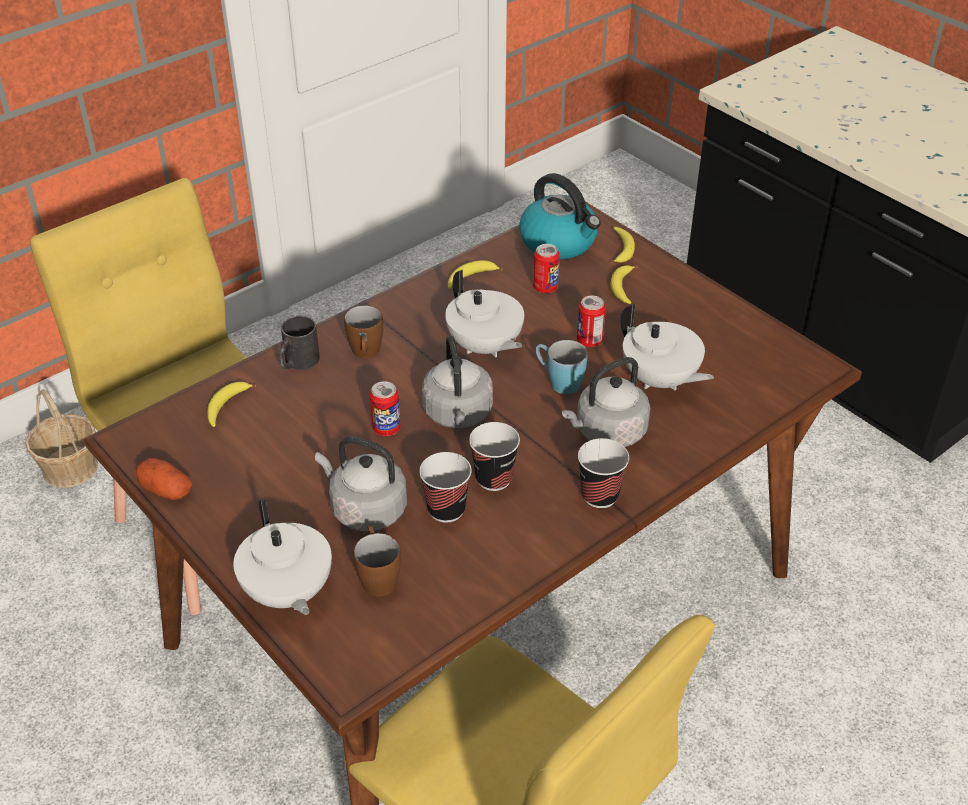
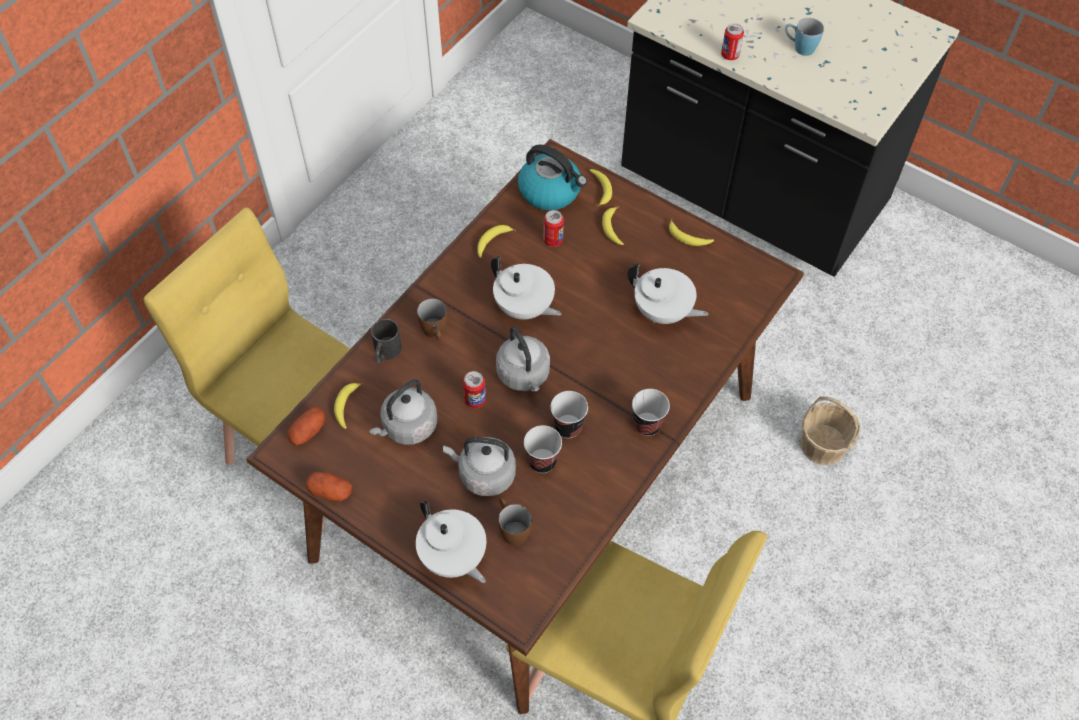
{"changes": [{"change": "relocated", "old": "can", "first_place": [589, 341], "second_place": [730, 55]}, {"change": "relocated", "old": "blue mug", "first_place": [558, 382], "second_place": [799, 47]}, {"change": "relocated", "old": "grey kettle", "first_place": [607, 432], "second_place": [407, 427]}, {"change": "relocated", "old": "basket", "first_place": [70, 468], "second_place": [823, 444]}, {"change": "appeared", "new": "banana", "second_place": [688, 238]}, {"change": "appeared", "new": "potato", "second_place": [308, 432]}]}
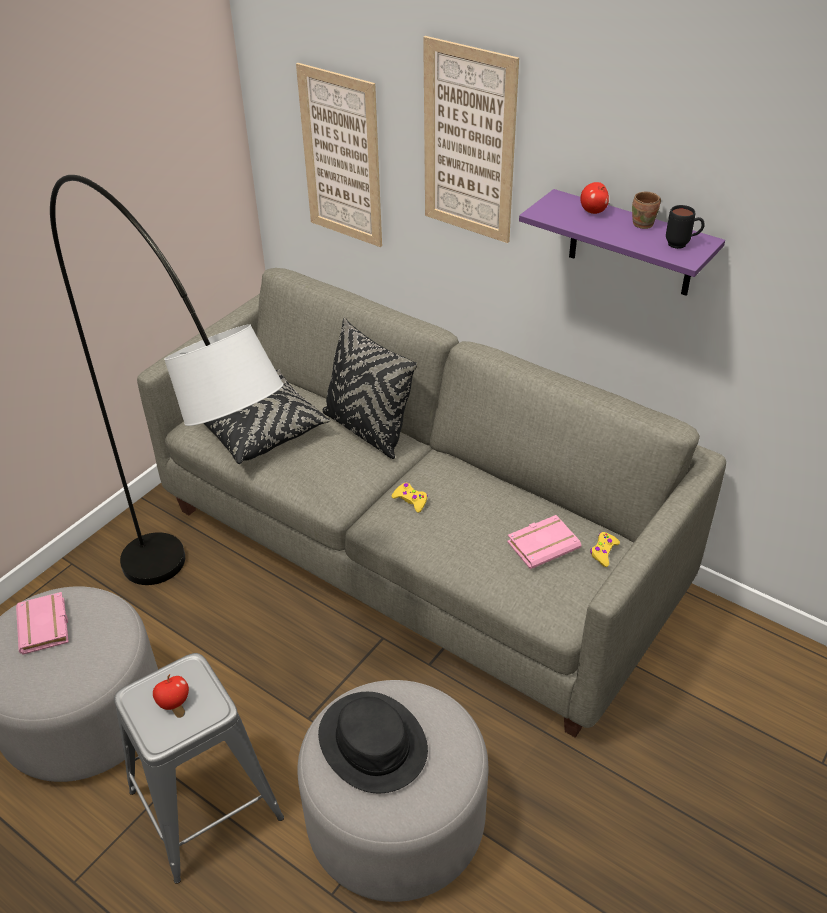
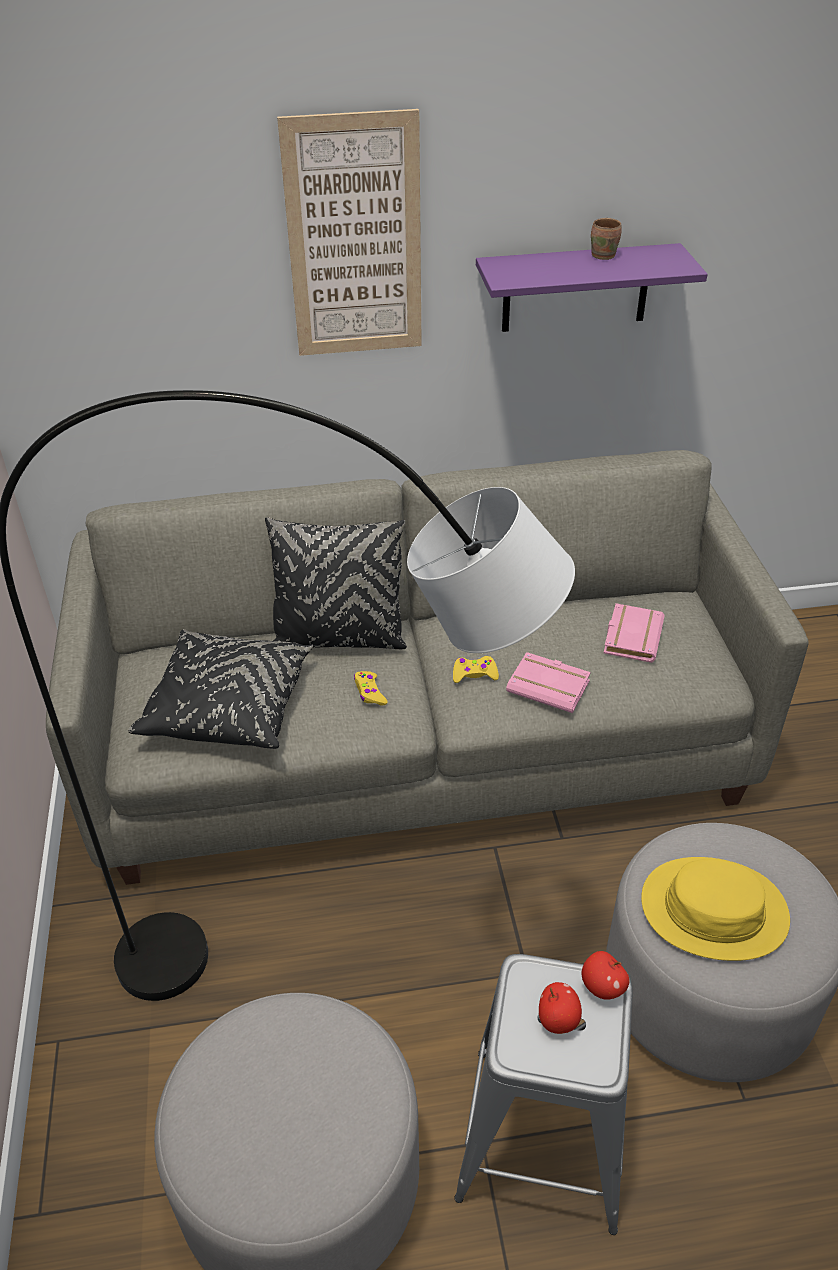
{"changes": [{"change": "missing", "old": "picture", "first_place": [341, 157]}, {"change": "relocated", "old": "apple", "first_place": [593, 211], "second_place": [602, 987]}, {"change": "missing", "old": "black mug", "first_place": [682, 245]}, {"change": "relocated", "old": "yellow game controller", "first_place": [603, 552], "second_place": [369, 692]}, {"change": "relocated", "old": "pink book", "first_place": [46, 627], "second_place": [550, 686]}, {"change": "colour", "old": "black hat", "new": "yellow hat", "first_place": [373, 742], "second_place": [713, 909]}]}
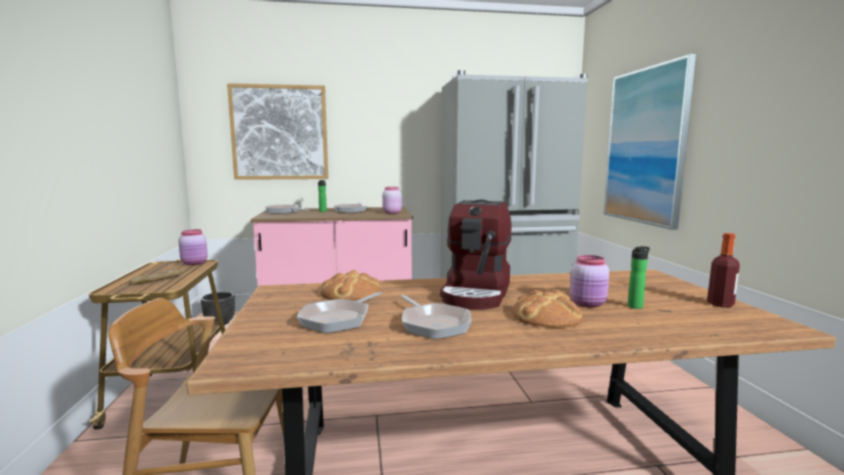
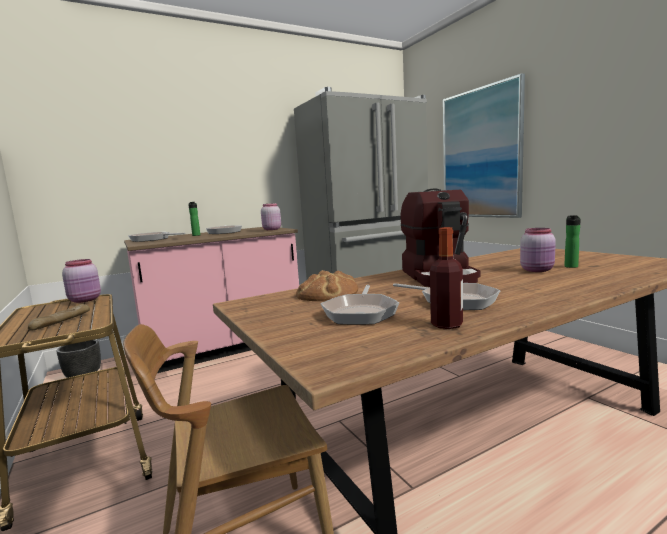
{"changes": [{"change": "missing", "old": "picture", "first_place": [280, 133]}, {"change": "relocated", "old": "bottle", "first_place": [720, 304], "second_place": [446, 325]}, {"change": "missing", "old": "bread", "first_place": [547, 316]}]}
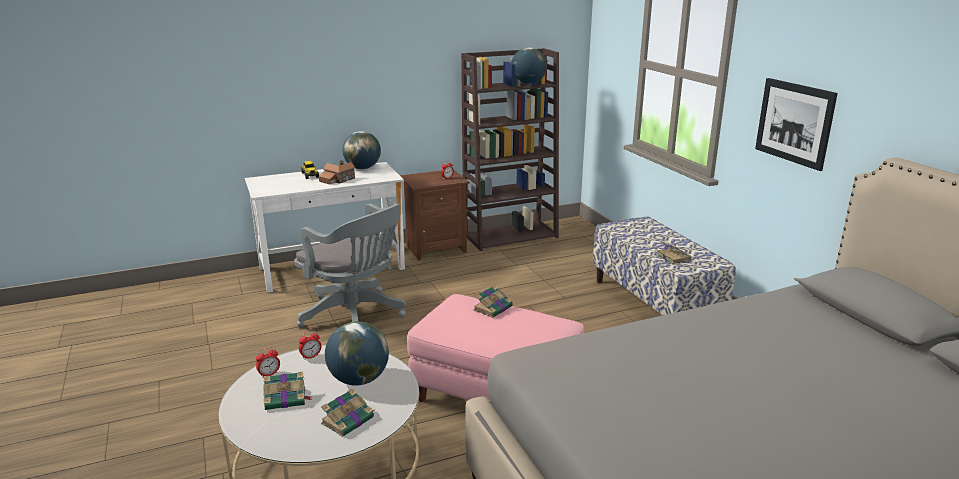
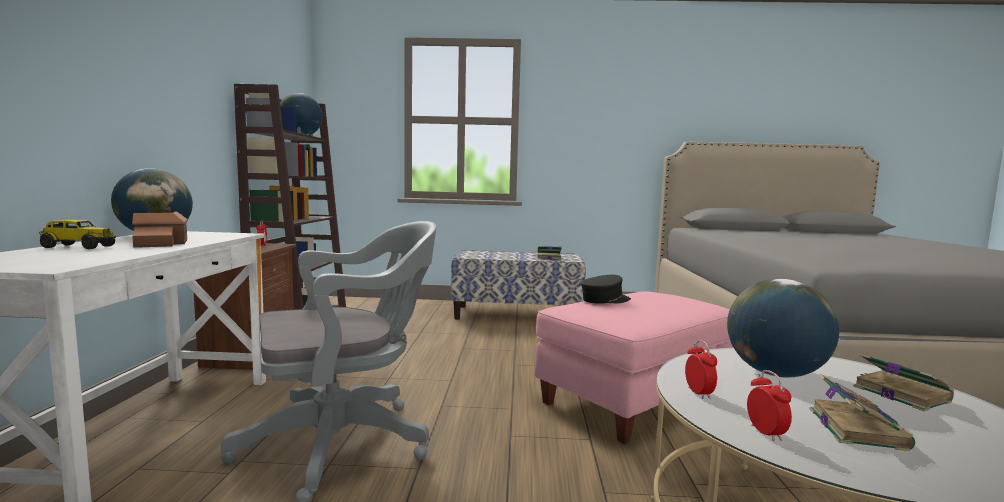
{"changes": [{"change": "missing", "old": "picture", "first_place": [794, 122]}, {"change": "exchanged", "old": "book", "new": "black cap", "first_place": [493, 308], "second_place": [605, 300]}]}
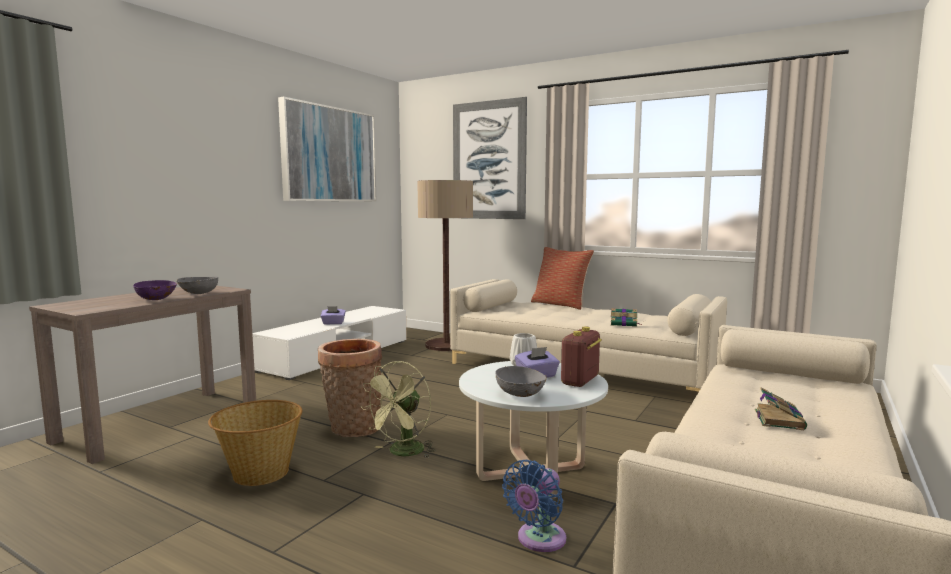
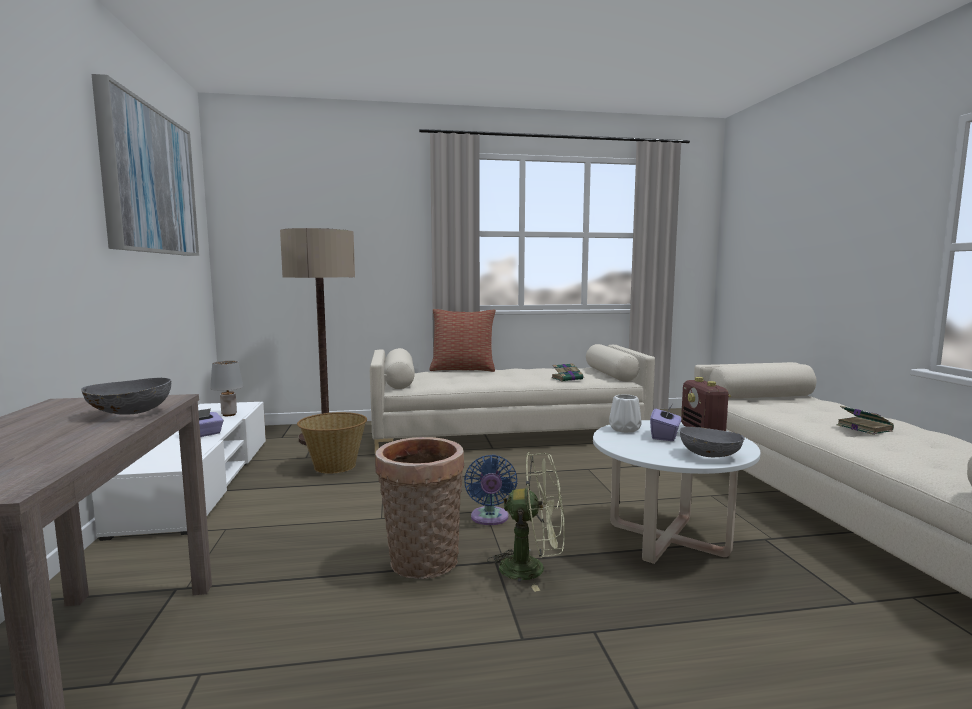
{"changes": [{"change": "missing", "old": "picture", "first_place": [489, 160]}, {"change": "missing", "old": "purple bowl", "first_place": [156, 300]}, {"change": "spun", "old": "green fan", "first_place": [402, 453], "second_place": [532, 568], "degrees": -75}, {"change": "relocated", "old": "basket", "first_place": [260, 473], "second_place": [334, 466]}, {"change": "relocated", "old": "blue fan", "first_place": [538, 540], "second_place": [489, 518]}, {"change": "appeared", "new": "grey table lamp", "second_place": [229, 414]}]}
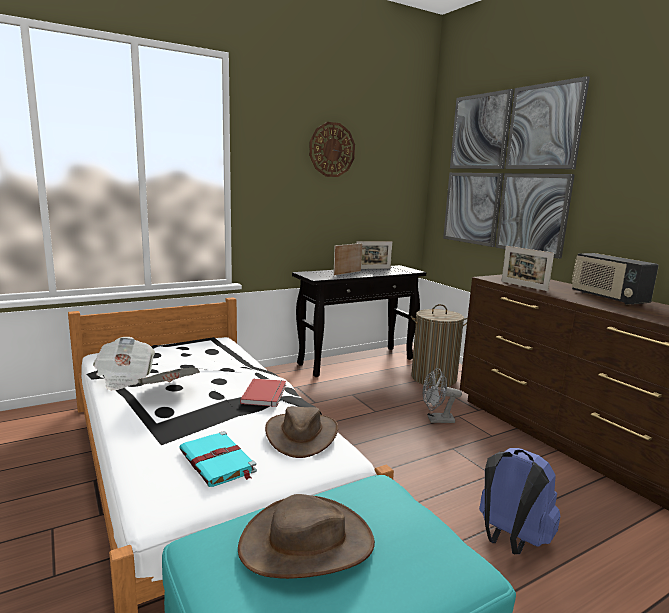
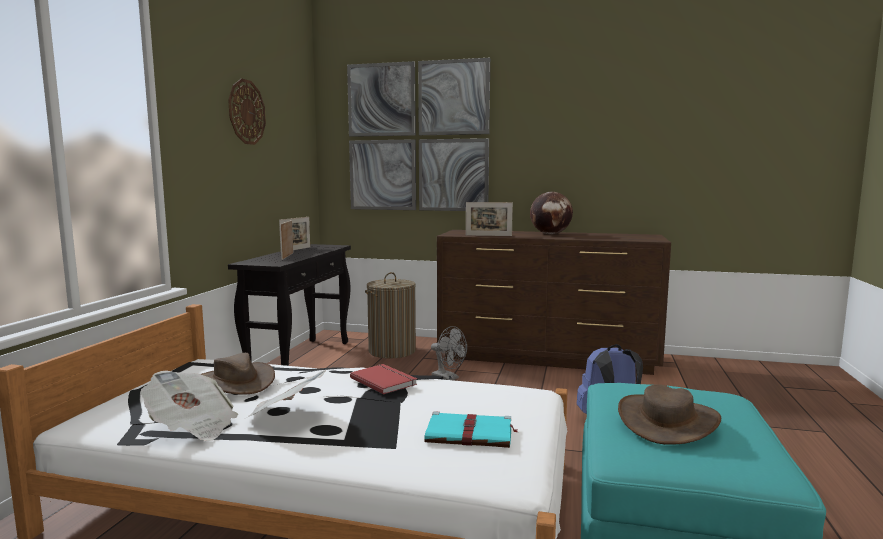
{"changes": [{"change": "exchanged", "old": "radio", "new": "globe", "first_place": [607, 298], "second_place": [550, 234]}, {"change": "spun", "old": "grey fan", "first_place": [436, 420], "second_place": [448, 378], "degrees": -90}, {"change": "relocated", "old": "brown hat", "first_place": [301, 434], "second_place": [235, 381]}]}
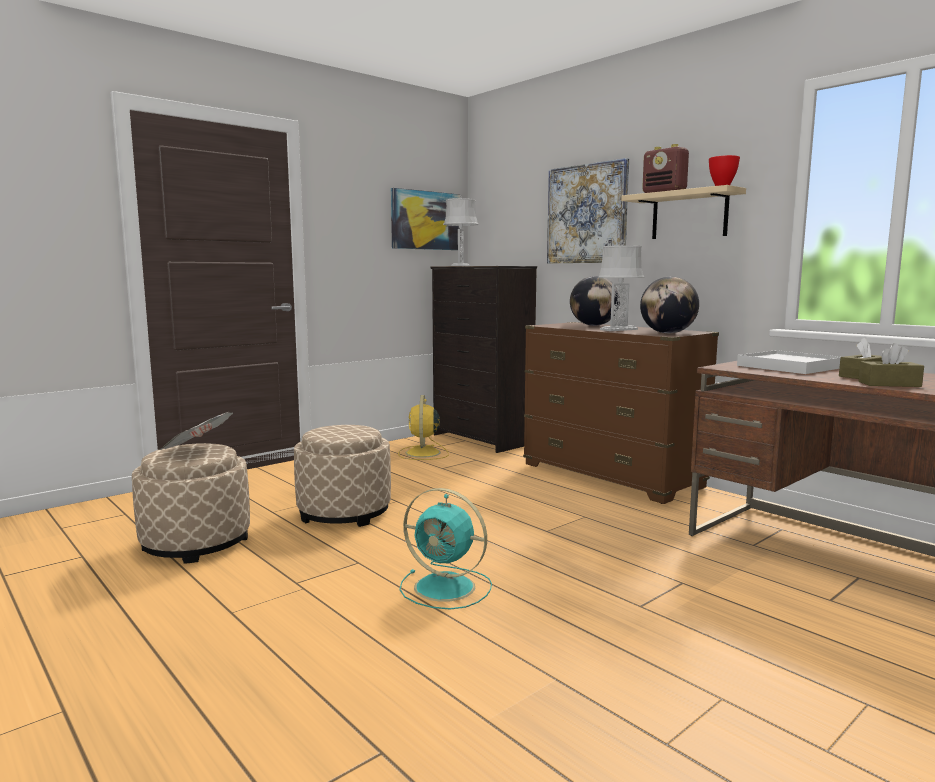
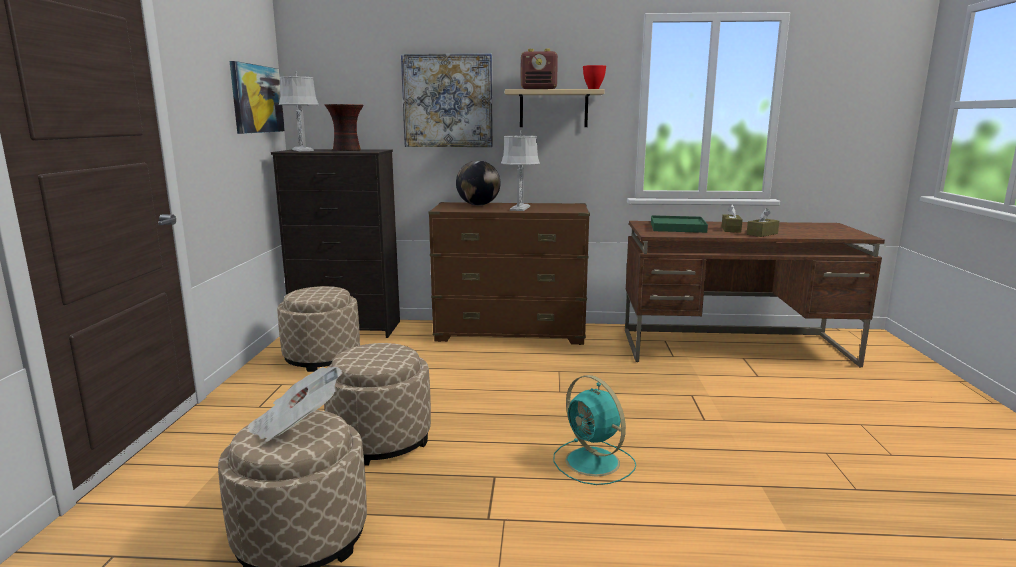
{"changes": [{"change": "missing", "old": "globe", "first_place": [667, 333]}, {"change": "colour", "old": "white tray", "new": "green tray", "first_place": [789, 366], "second_place": [677, 227]}, {"change": "exchanged", "old": "yellow fan", "new": "beige ottoman", "first_place": [423, 453], "second_place": [322, 357]}, {"change": "spun", "old": "turquoise fan", "first_place": [447, 588], "second_place": [594, 463], "degrees": 75}, {"change": "appeared", "new": "vase", "second_place": [347, 150]}]}
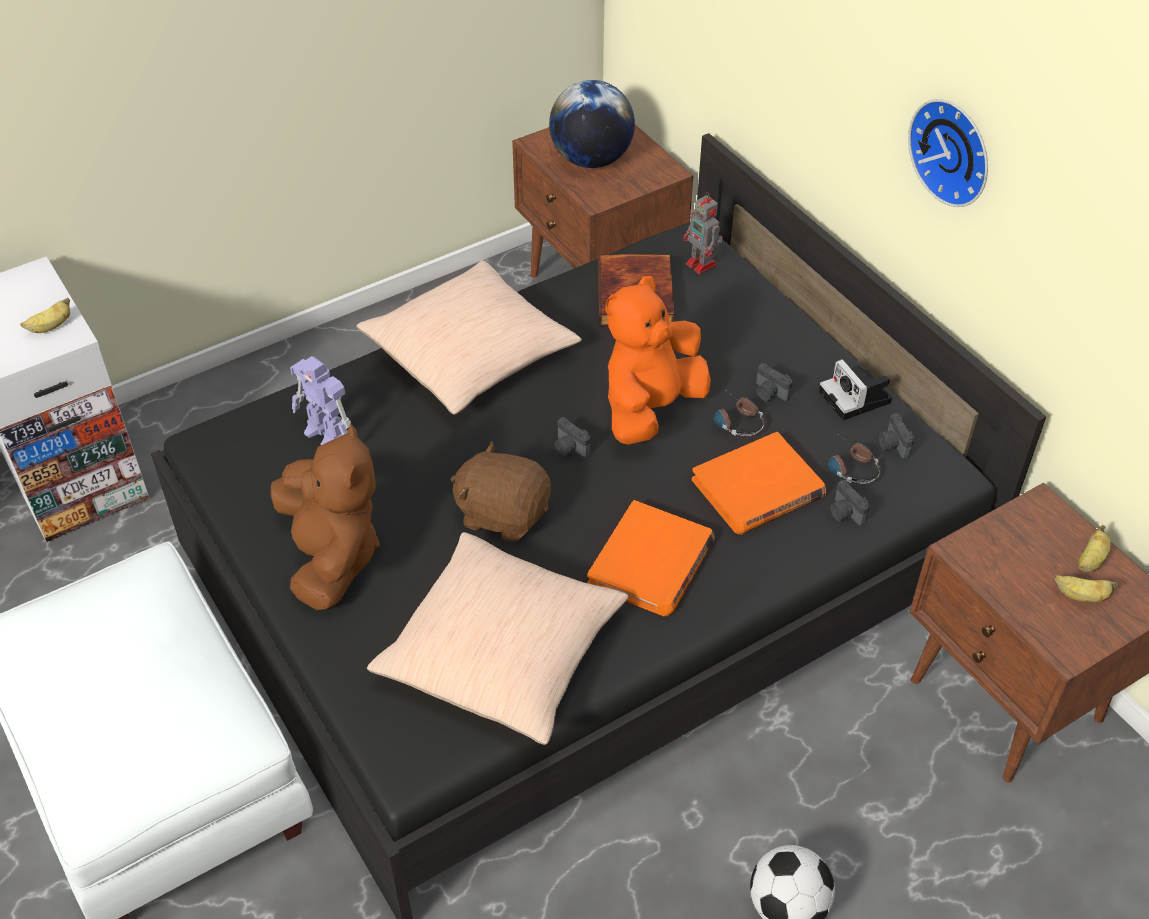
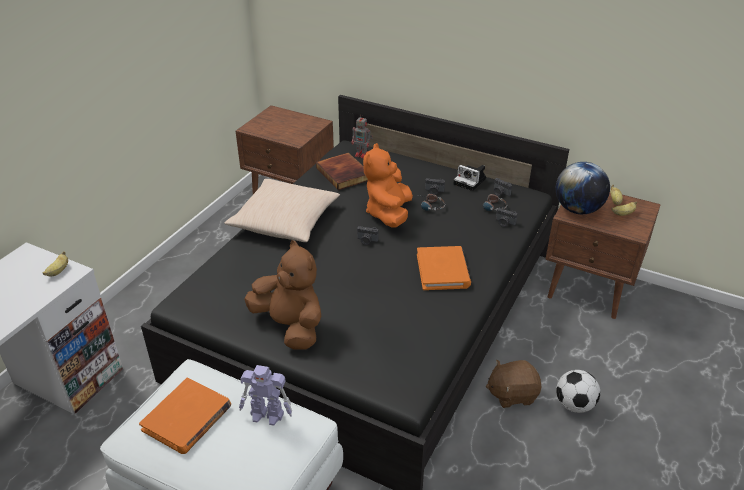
{"changes": [{"change": "relocated", "old": "globe", "first_place": [591, 160], "second_place": [577, 209]}, {"change": "missing", "old": "wall clock", "first_place": [954, 150]}, {"change": "relocated", "old": "toy robot", "first_place": [327, 434], "second_place": [267, 415]}, {"change": "relocated", "old": "orange book", "first_place": [758, 489], "second_place": [187, 418]}, {"change": "relocated", "old": "brown plush toy", "first_place": [503, 513], "second_place": [512, 394]}, {"change": "missing", "old": "beige pillow", "first_place": [502, 651]}]}
